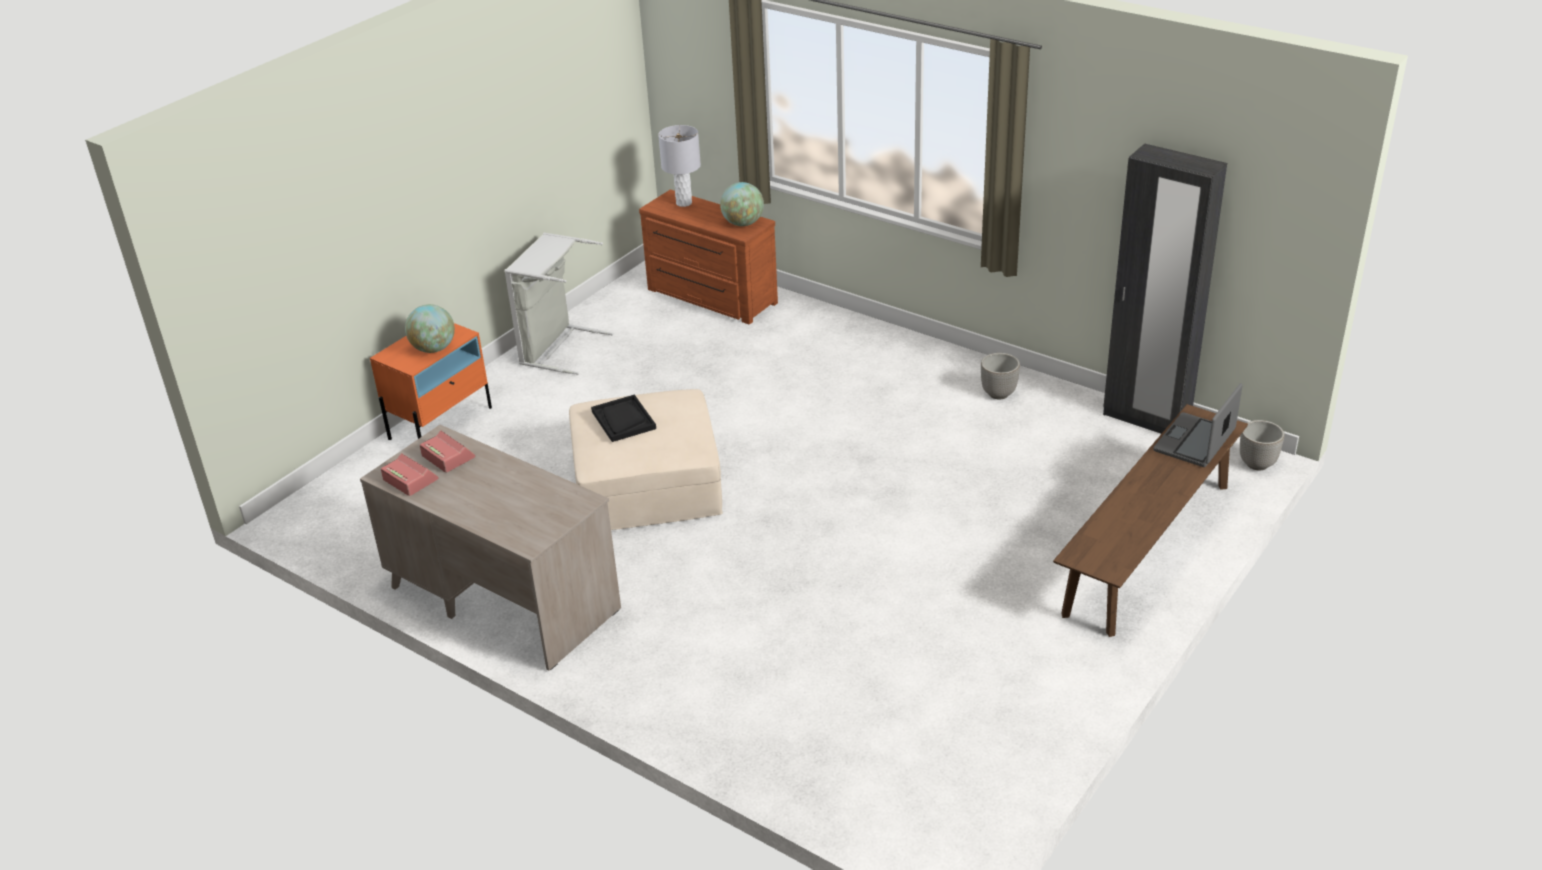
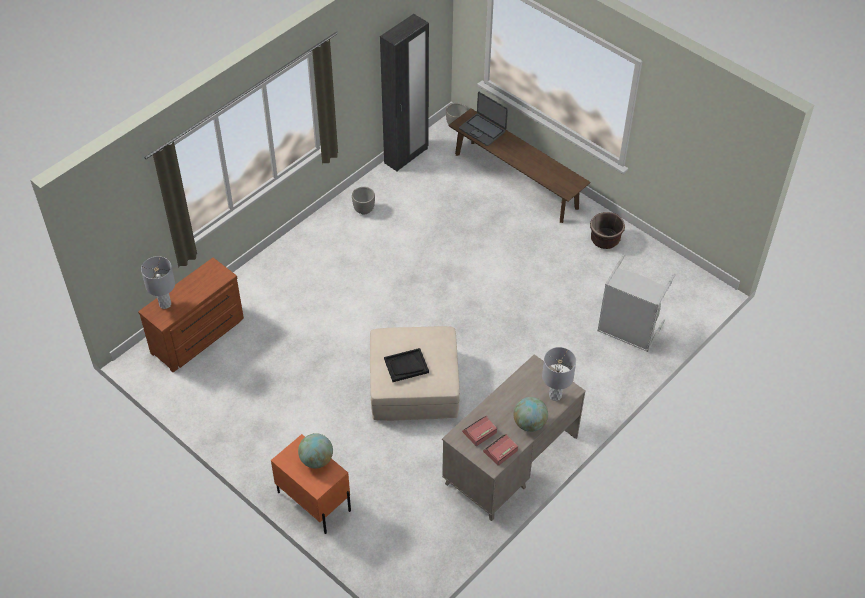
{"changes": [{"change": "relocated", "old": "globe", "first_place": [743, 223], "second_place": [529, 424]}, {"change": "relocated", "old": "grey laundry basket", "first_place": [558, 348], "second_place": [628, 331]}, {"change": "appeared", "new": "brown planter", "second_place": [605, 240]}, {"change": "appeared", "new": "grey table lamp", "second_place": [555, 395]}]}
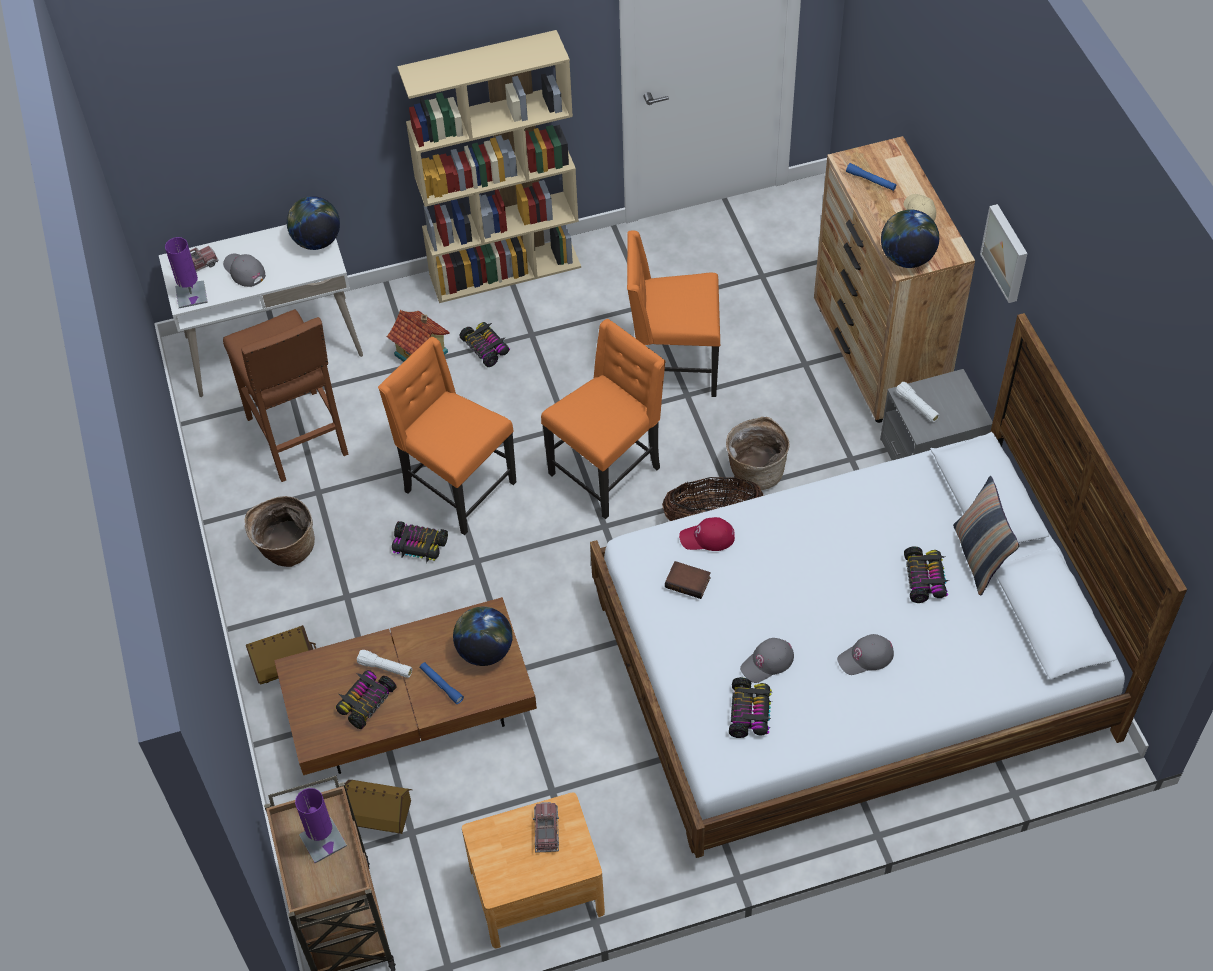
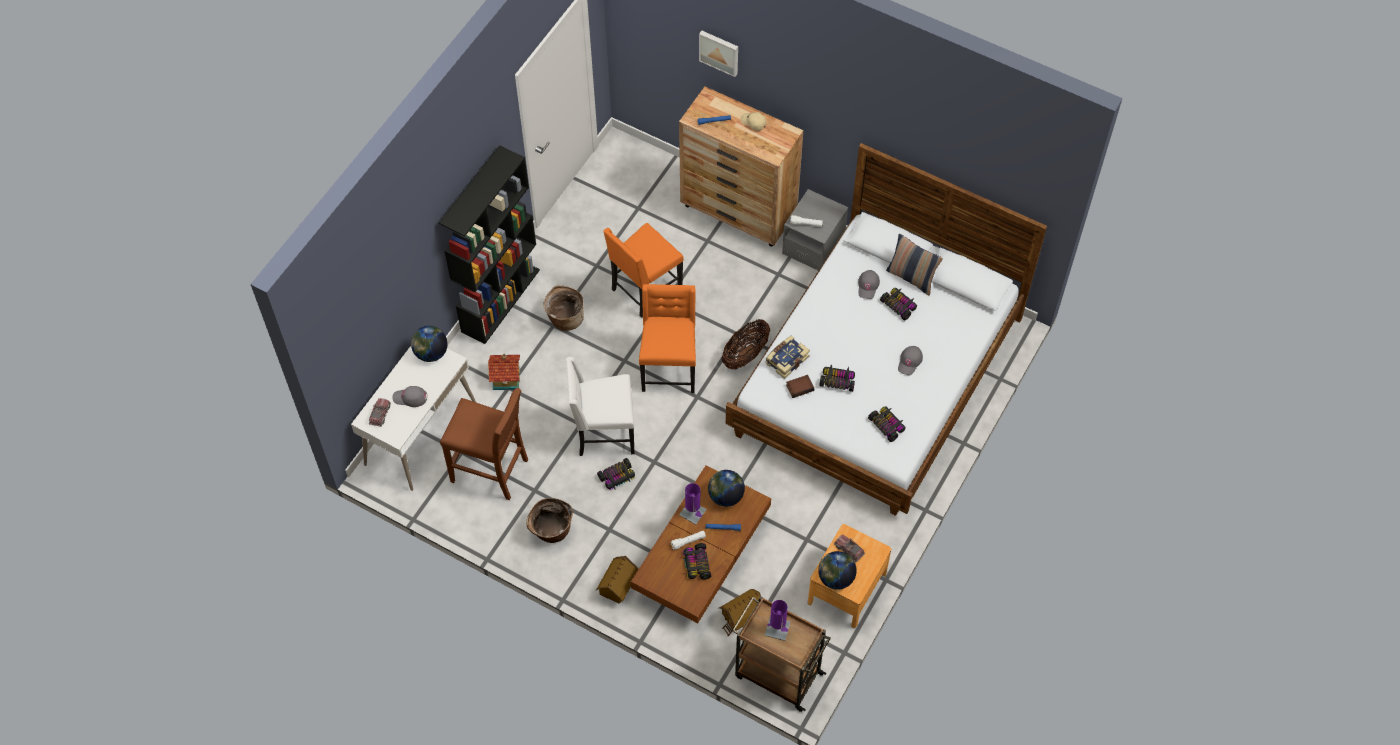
{"changes": [{"change": "colour", "old": "beige bookcase", "new": "black bookcase", "first_place": [505, 270], "second_place": [500, 300]}, {"change": "relocated", "old": "picture", "first_place": [1007, 252], "second_place": [719, 52]}, {"change": "relocated", "old": "globe", "first_place": [906, 258], "second_place": [836, 578]}, {"change": "relocated", "old": "purple table lamp", "first_place": [191, 295], "second_place": [692, 512]}, {"change": "relocated", "old": "toy car", "first_place": [486, 347], "second_place": [837, 380]}, {"change": "colour", "old": "orange chair", "new": "white chair", "first_place": [457, 487], "second_place": [603, 433]}, {"change": "relocated", "old": "basket", "first_place": [756, 470], "second_place": [565, 318]}, {"change": "exchanged", "old": "red cap", "new": "book", "first_place": [707, 538], "second_place": [786, 360]}, {"change": "relocated", "old": "grey cap", "first_place": [767, 662], "second_place": [868, 286]}]}
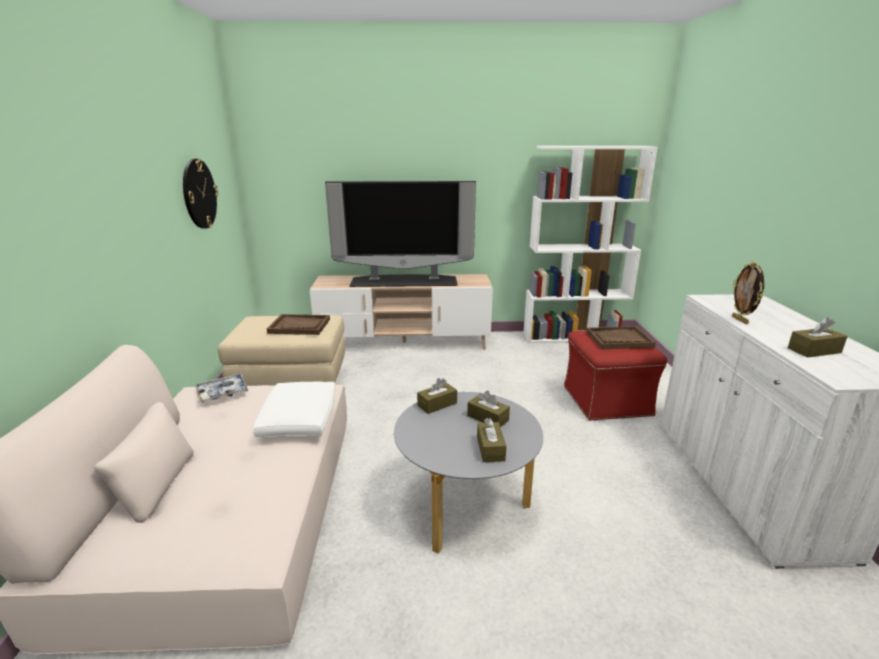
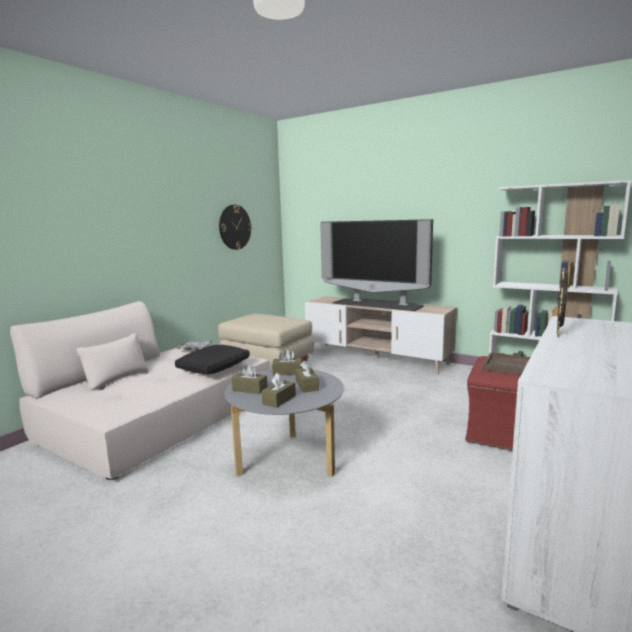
{"changes": [{"change": "missing", "old": "brown tray", "first_place": [300, 326]}, {"change": "relocated", "old": "brown tissue box", "first_place": [814, 350], "second_place": [250, 389]}, {"change": "colour", "old": "white pillow", "new": "black pillow", "first_place": [299, 419], "second_place": [214, 368]}]}
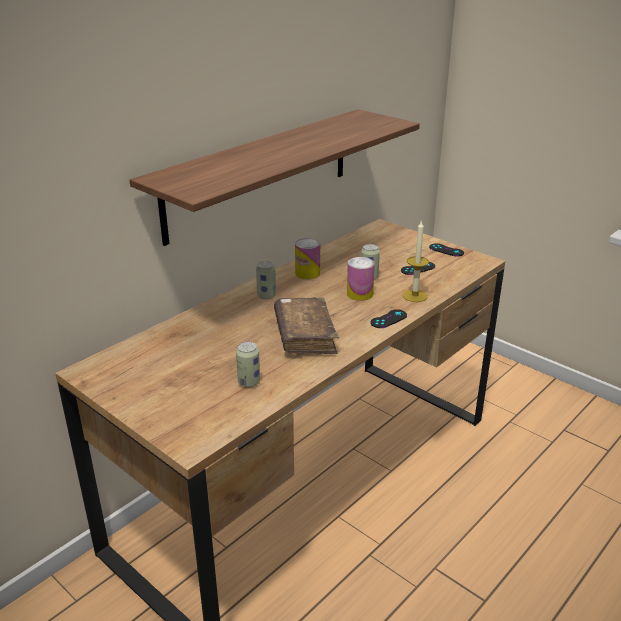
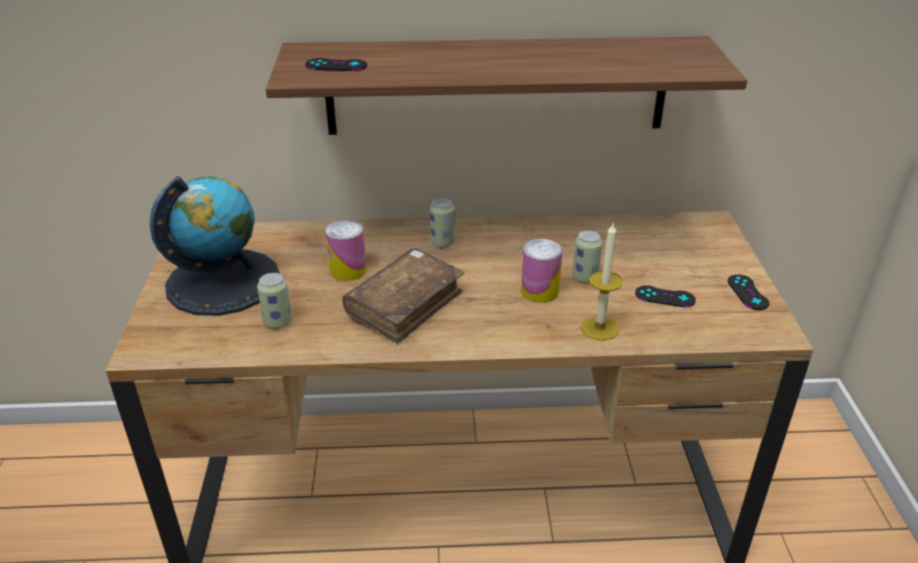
{"changes": [{"change": "relocated", "old": "can", "first_place": [307, 273], "second_place": [348, 270]}, {"change": "relocated", "old": "black game controller", "first_place": [388, 319], "second_place": [336, 65]}, {"change": "appeared", "new": "globe", "second_place": [223, 281]}]}
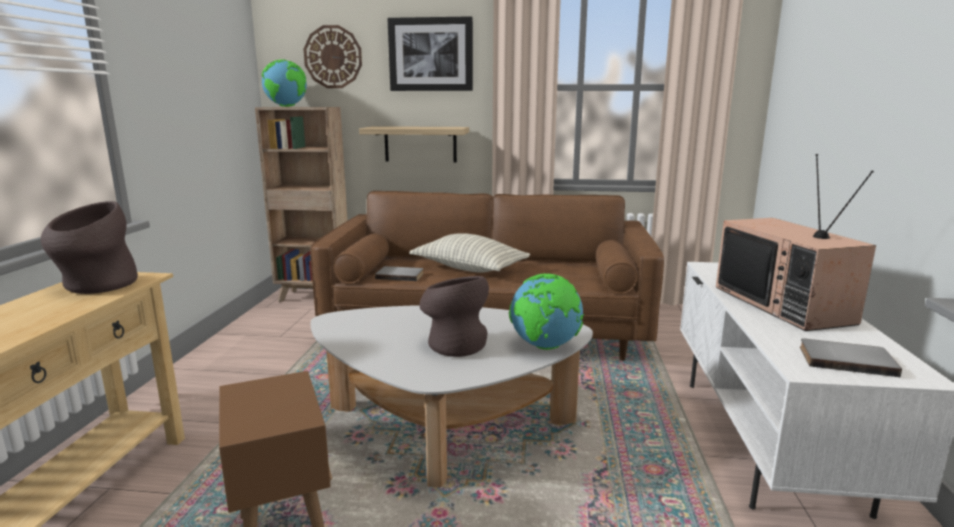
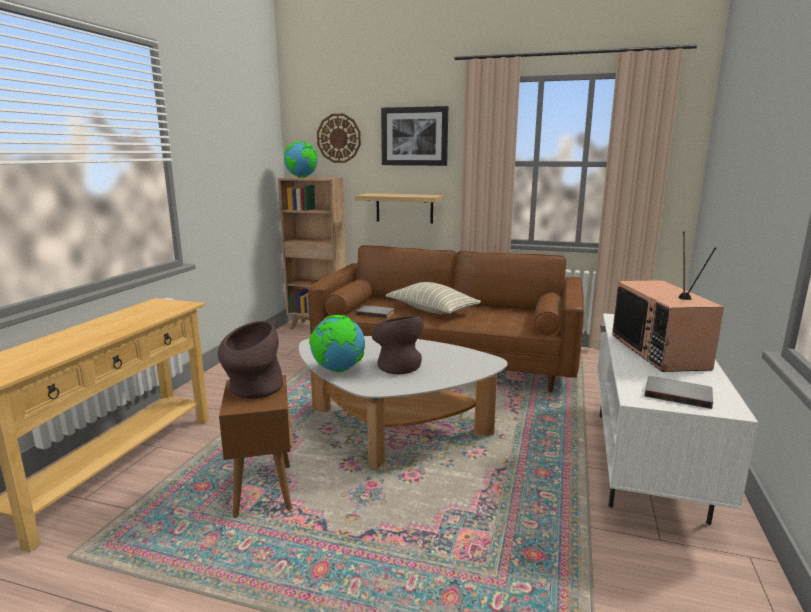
{"changes": [{"change": "relocated", "old": "brown vase", "first_place": [95, 286], "second_place": [252, 390]}, {"change": "relocated", "old": "globe", "first_place": [545, 346], "second_place": [338, 370]}]}
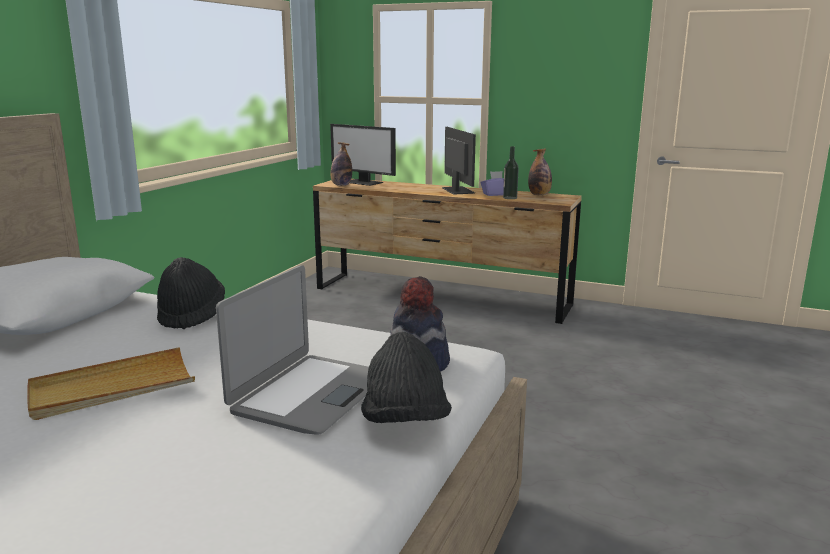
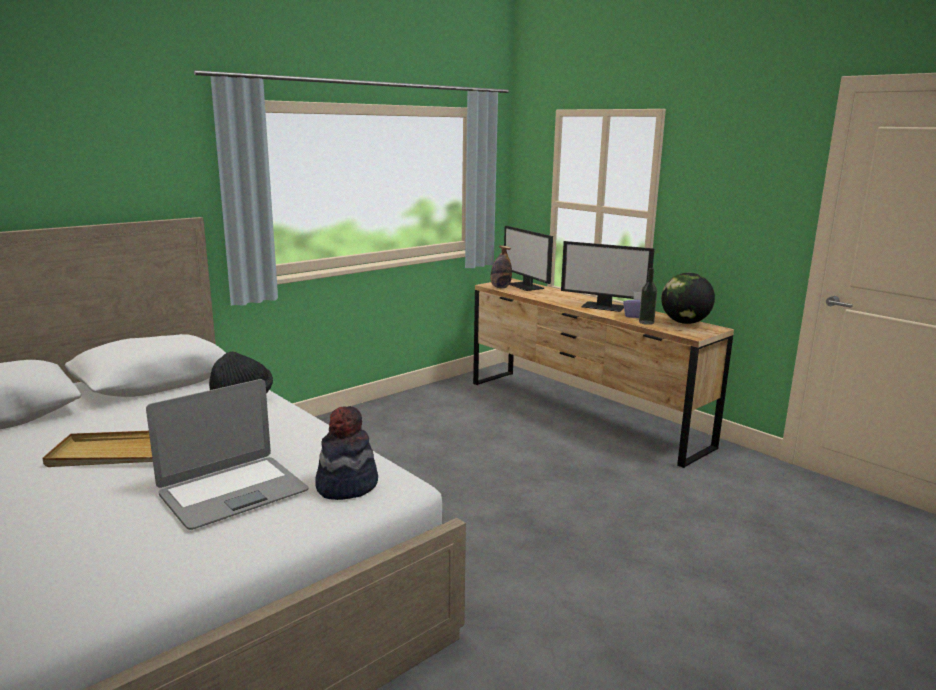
{"changes": [{"change": "spun", "old": "monitor", "first_place": [457, 190], "second_place": [604, 306], "degrees": 105}, {"change": "exchanged", "old": "bottle", "new": "globe", "first_place": [539, 195], "second_place": [685, 322]}, {"change": "missing", "old": "black hat", "first_place": [405, 421]}]}
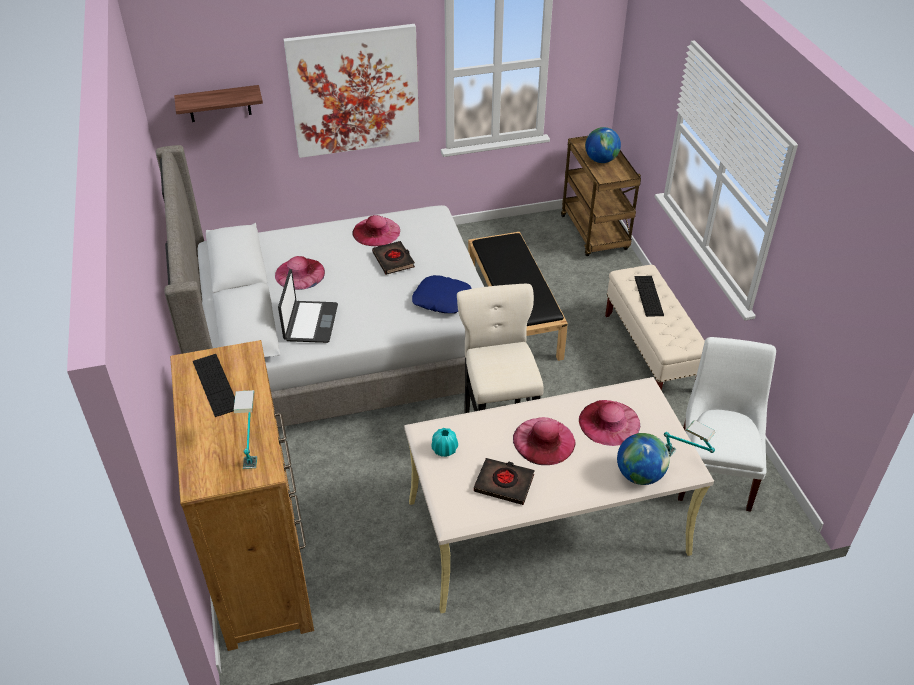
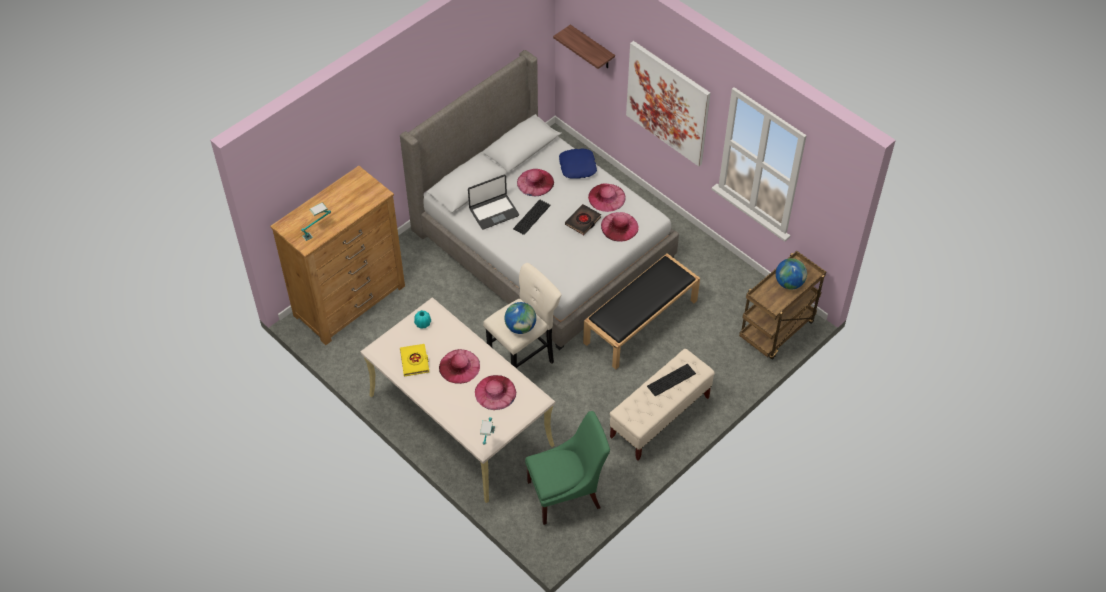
{"changes": [{"change": "relocated", "old": "blue pillow", "first_place": [442, 300], "second_place": [577, 167]}, {"change": "colour", "old": "white chair", "new": "green chair", "first_place": [715, 470], "second_place": [567, 493]}, {"change": "relocated", "old": "keyboard", "first_place": [215, 384], "second_place": [531, 217]}, {"change": "relocated", "old": "globe", "first_place": [639, 475], "second_place": [520, 327]}, {"change": "colour", "old": "black book", "new": "yellow book", "first_place": [504, 484], "second_place": [415, 361]}, {"change": "appeared", "new": "pink hat", "second_place": [619, 226]}]}
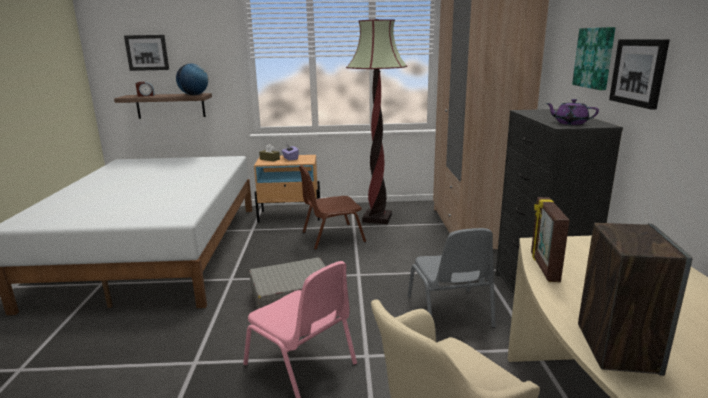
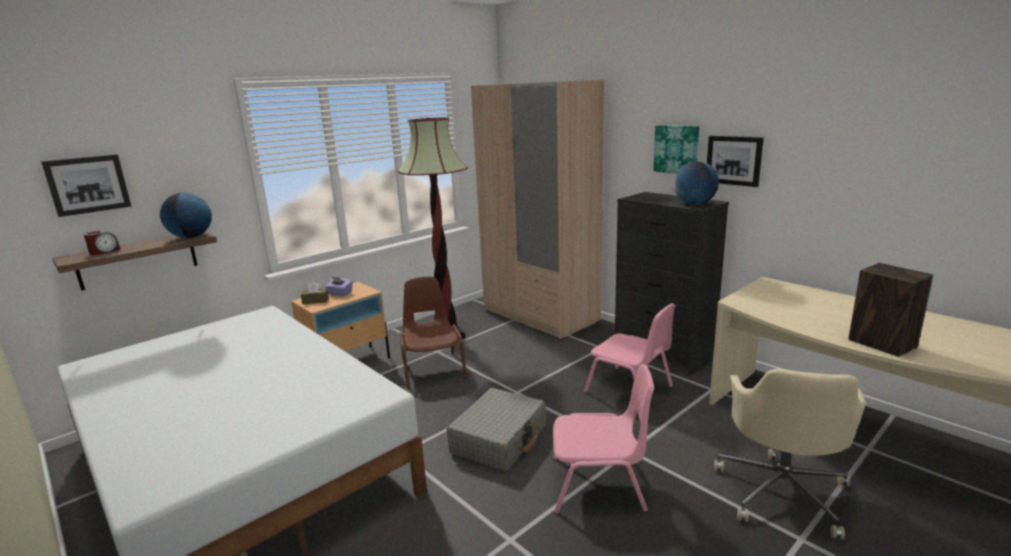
{"changes": [{"change": "exchanged", "old": "purple teapot", "new": "globe", "first_place": [570, 123], "second_place": [694, 204]}, {"change": "spun", "old": "brown chair", "first_place": [332, 237], "second_place": [433, 369], "degrees": 135}, {"change": "missing", "old": "picture frame", "first_place": [543, 267]}, {"change": "colour", "old": "grey chair", "new": "pink chair", "first_place": [450, 312], "second_place": [630, 389]}]}
